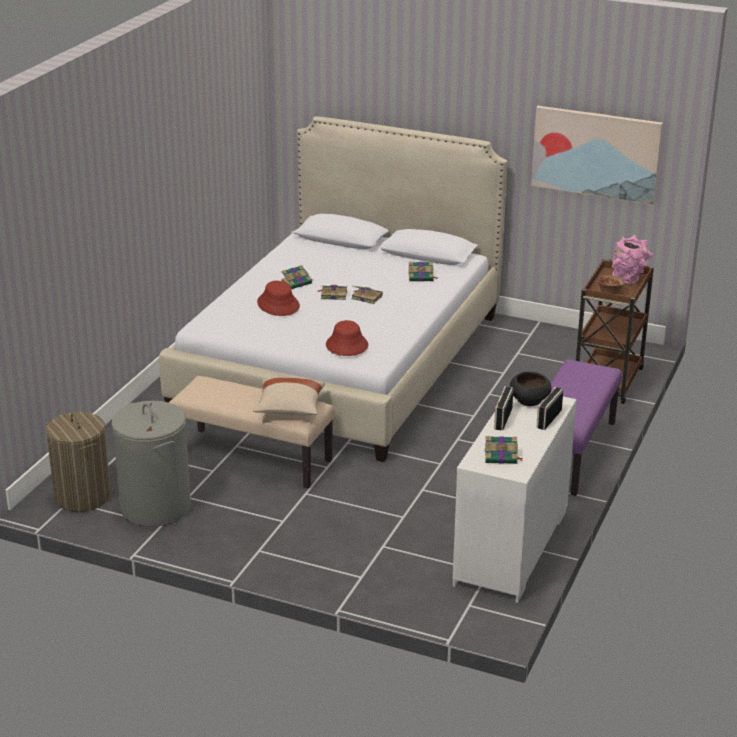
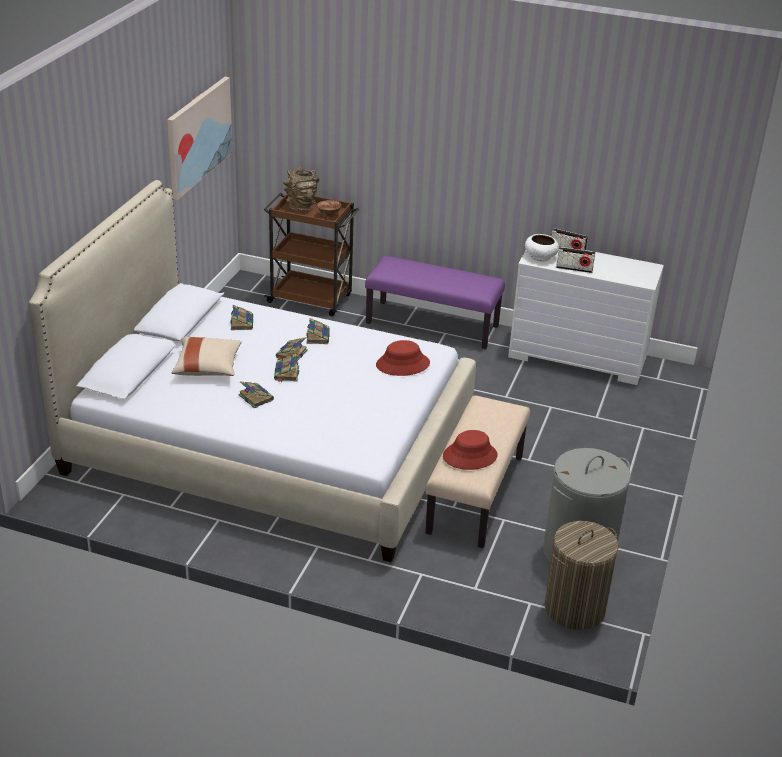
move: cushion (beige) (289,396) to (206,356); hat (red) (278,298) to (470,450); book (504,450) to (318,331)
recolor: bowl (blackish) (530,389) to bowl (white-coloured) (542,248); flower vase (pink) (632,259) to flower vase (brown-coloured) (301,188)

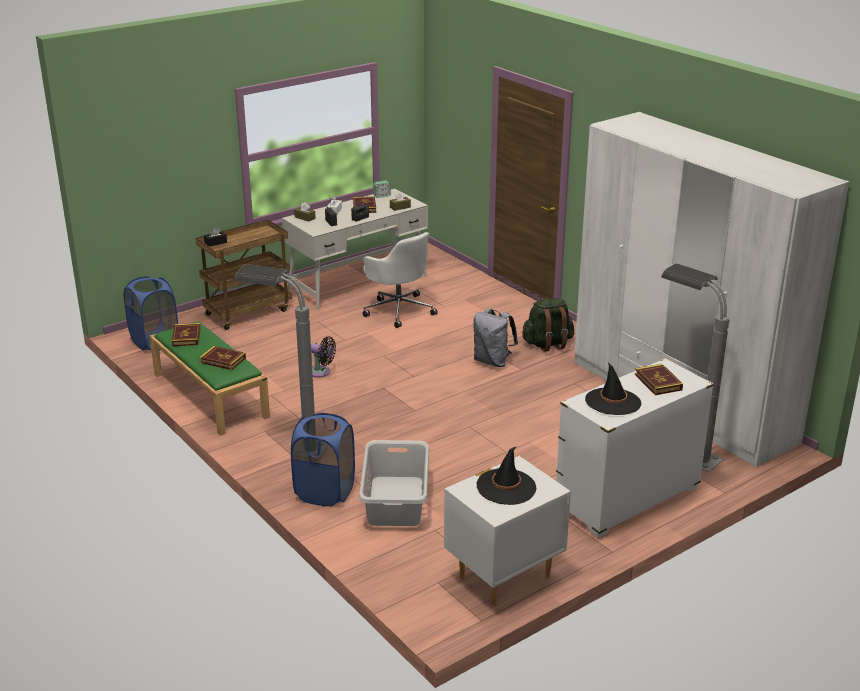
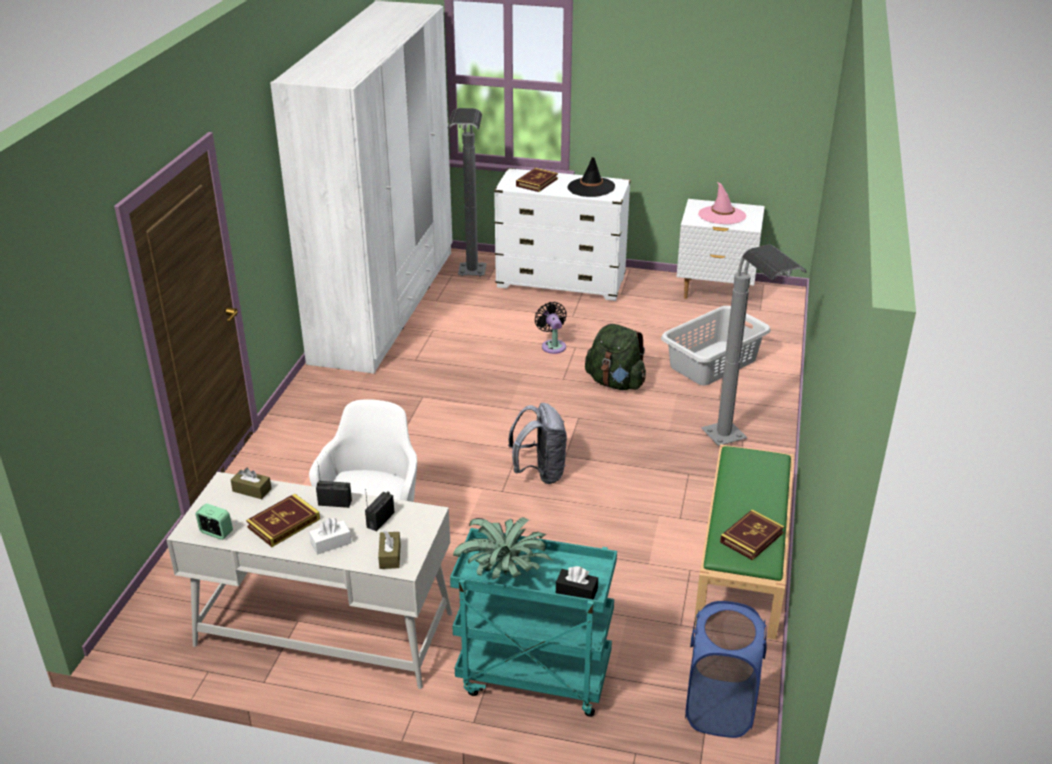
delete: book (222,358); laundry basket (blue) (323,459)
insert: houseplant (503,548)
move: fan (blackish) (323,357) to (551,328); knapsack (gray) (495,338) to (537,443); knapsack (greenish) (548,325) to (615,357)
recolor: trolley (brown-coloured) (244,274) to trolley (turquoise) (533,622); hat (blackish) (507,475) to hat (pink) (722,203)

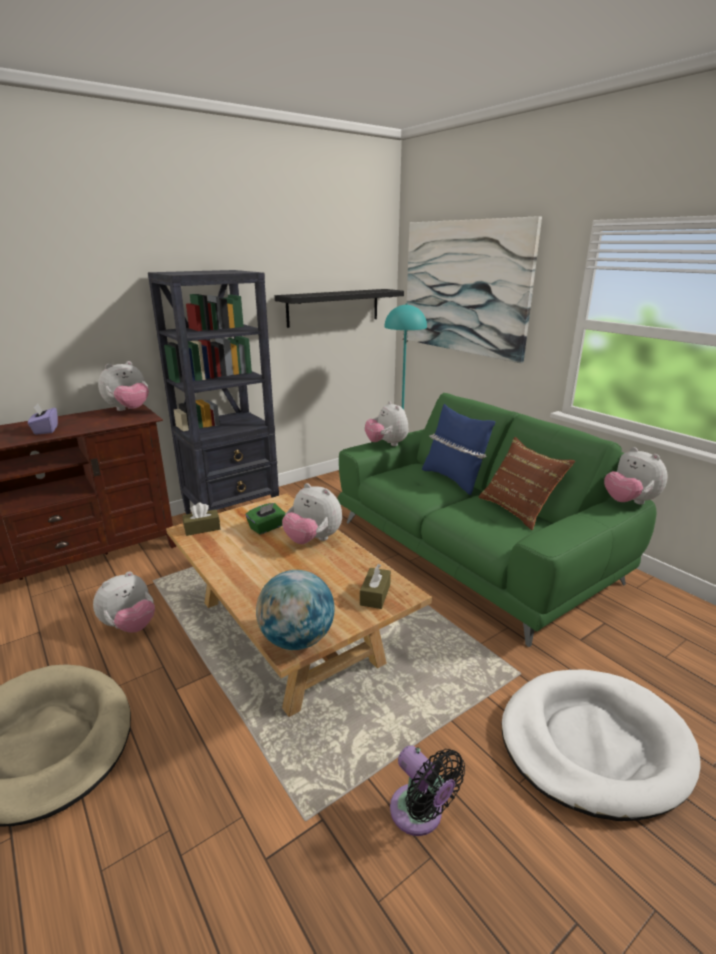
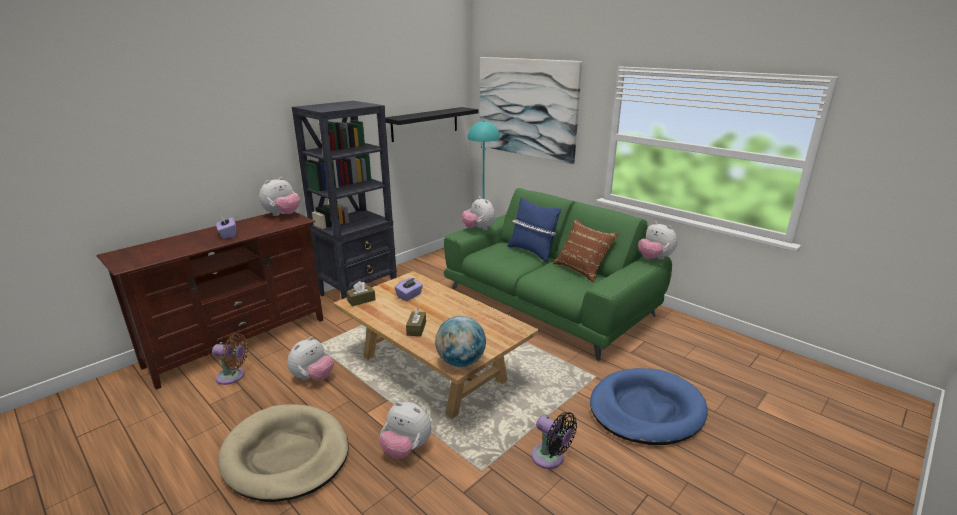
insert: fan (brown-coloured) (230,359)
move: plush toy (312,513) to (405,430); box of tissues (brown-coloured) (375,586) to (416,322)
recolor: box of tissues (greenish) (266,518) to box of tissues (purplish) (409,289); pet bed (white-coloured) (601,745) to pet bed (blue) (649,406)

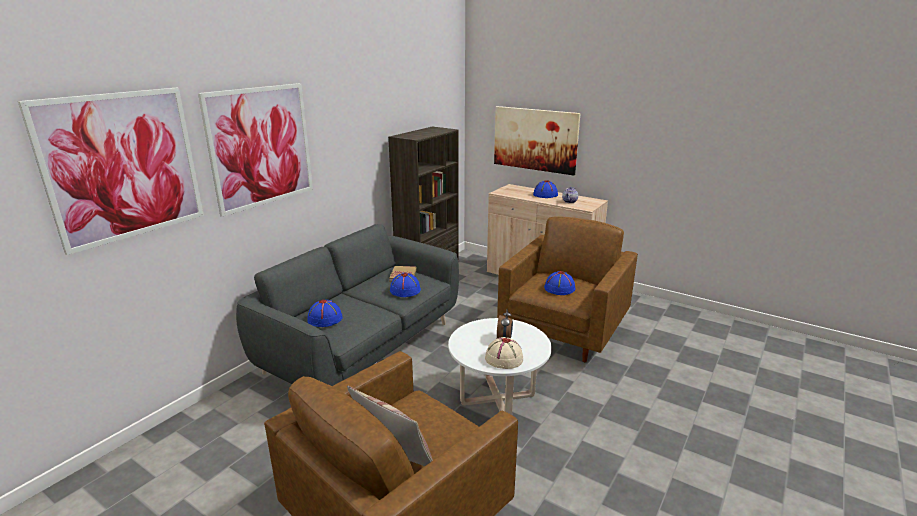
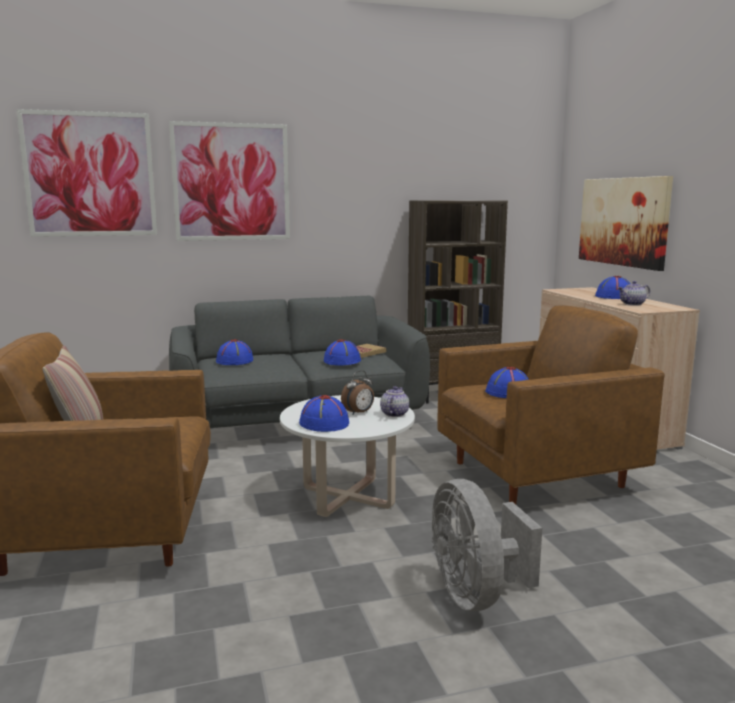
insert: teapot (394,401); fan (gray) (486,545)
recolor: hat (beige) (504,353) to hat (blue) (324,413)

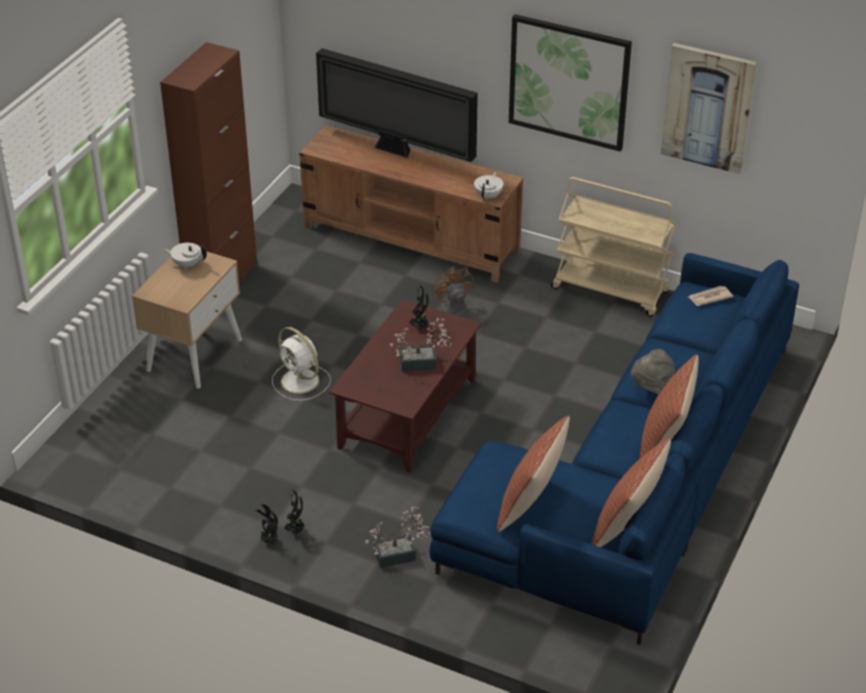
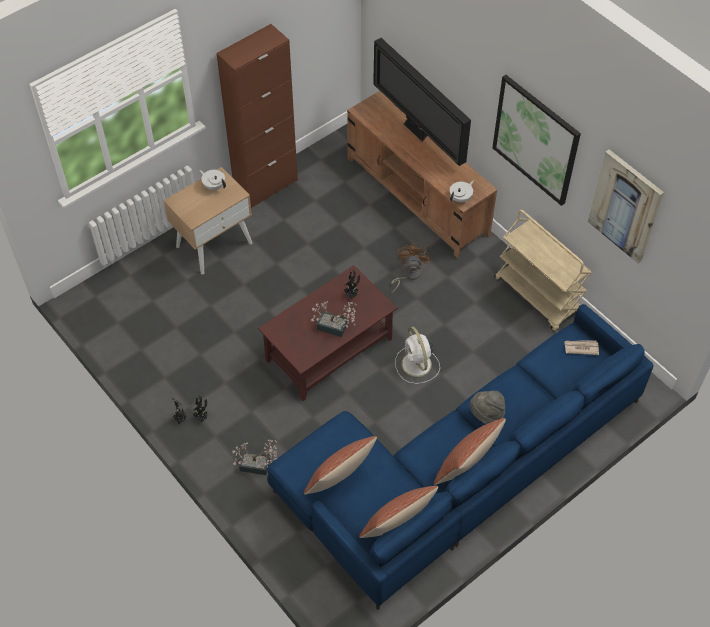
move: fan (white-coloured) (301,364) to (417,355)

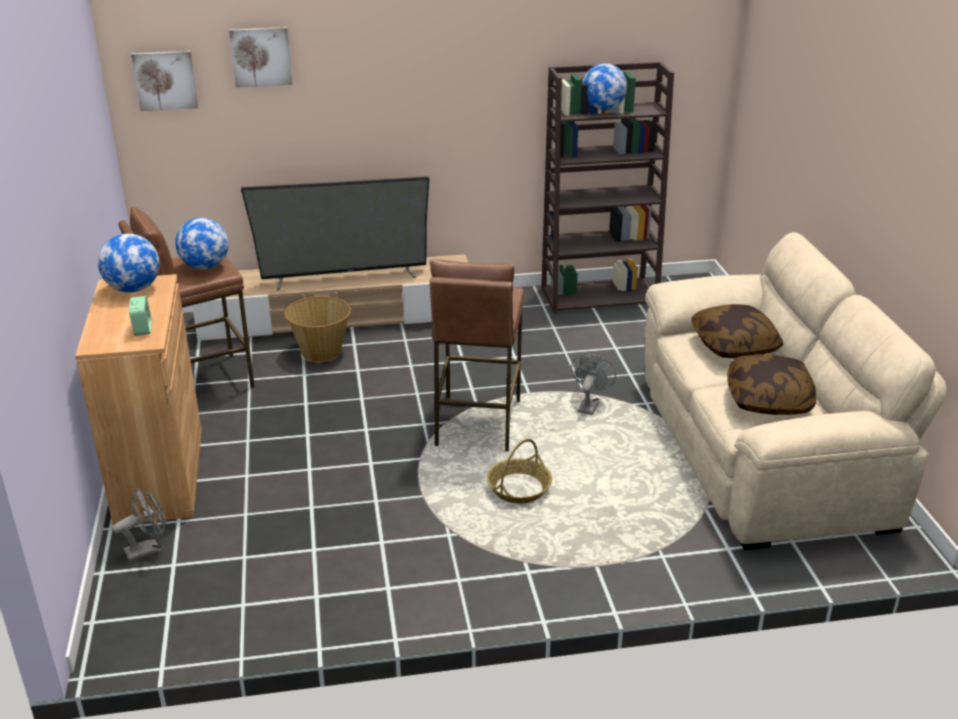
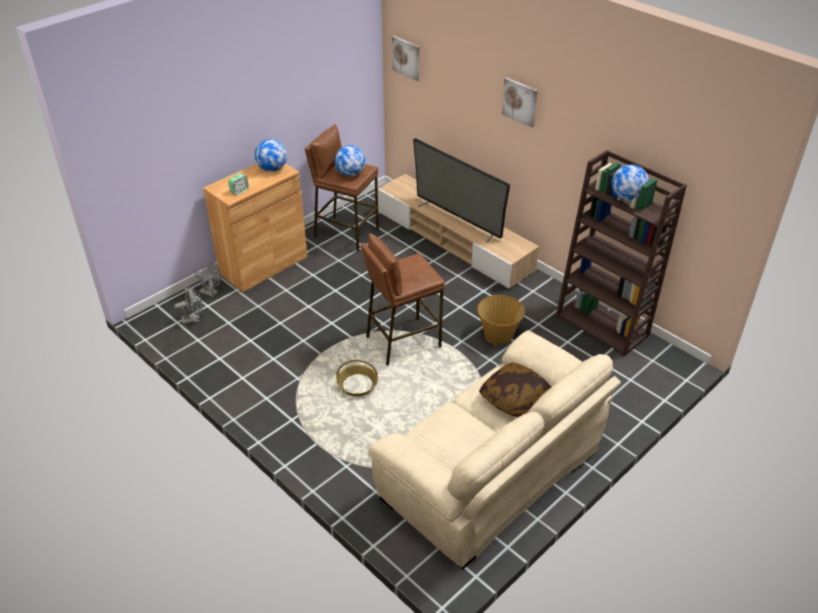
delete: cushion (771,384)
move: wall art (260,57) to (520,102); household basket (317,329) to (501,320); fan (gray) (593,384) to (188,305)

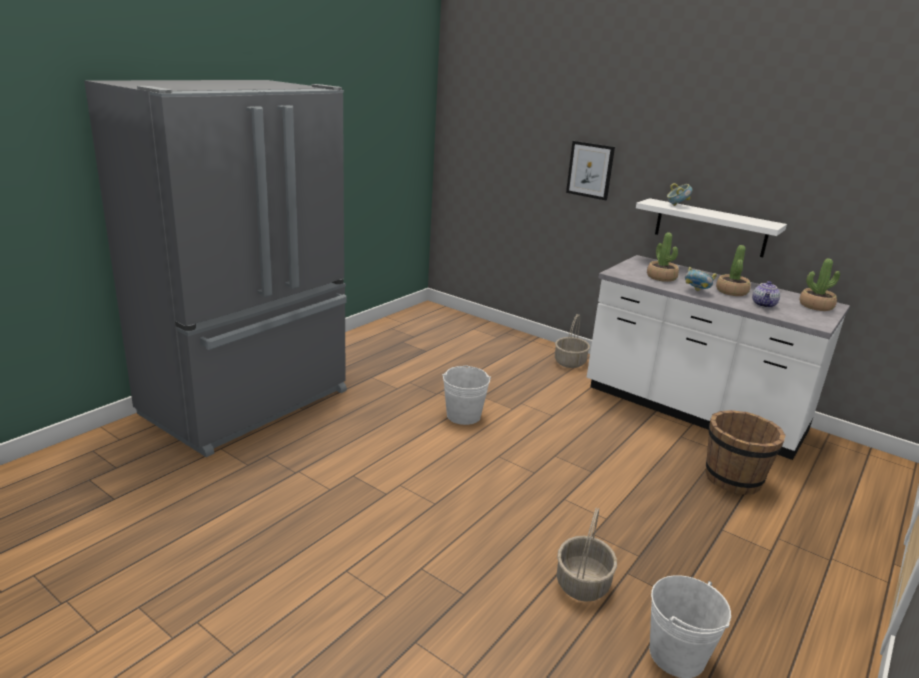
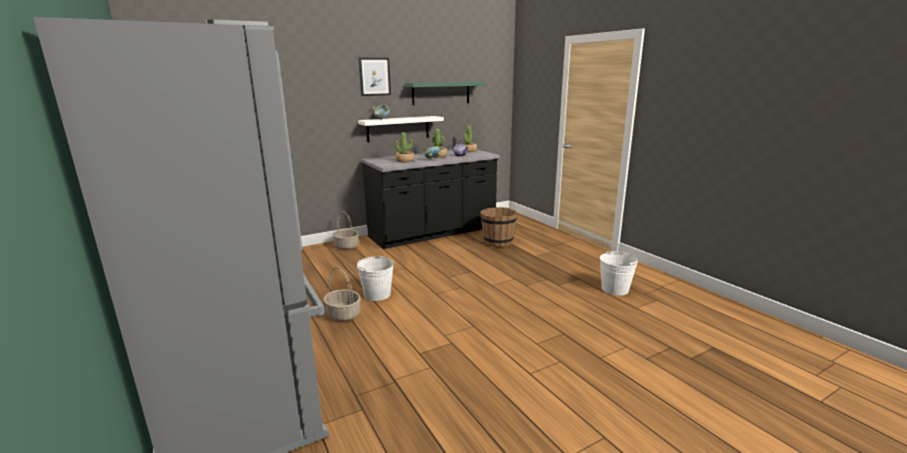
insert: wall shelf (greenish) (444,93)
move: household basket (587,555) to (342,294); wall art (590,170) to (375,77)
recolor: kitchen counter (white-coloured) (718,357) to kitchen counter (blackish) (431,199)

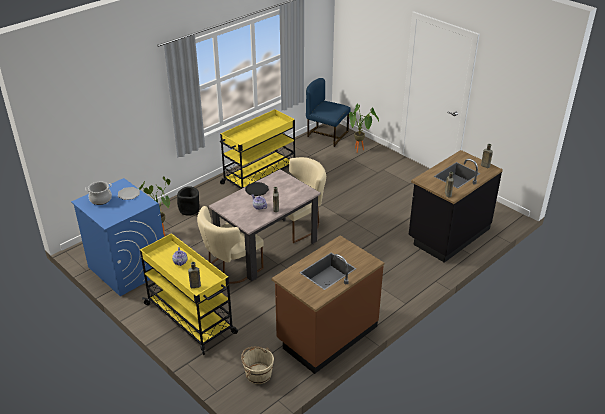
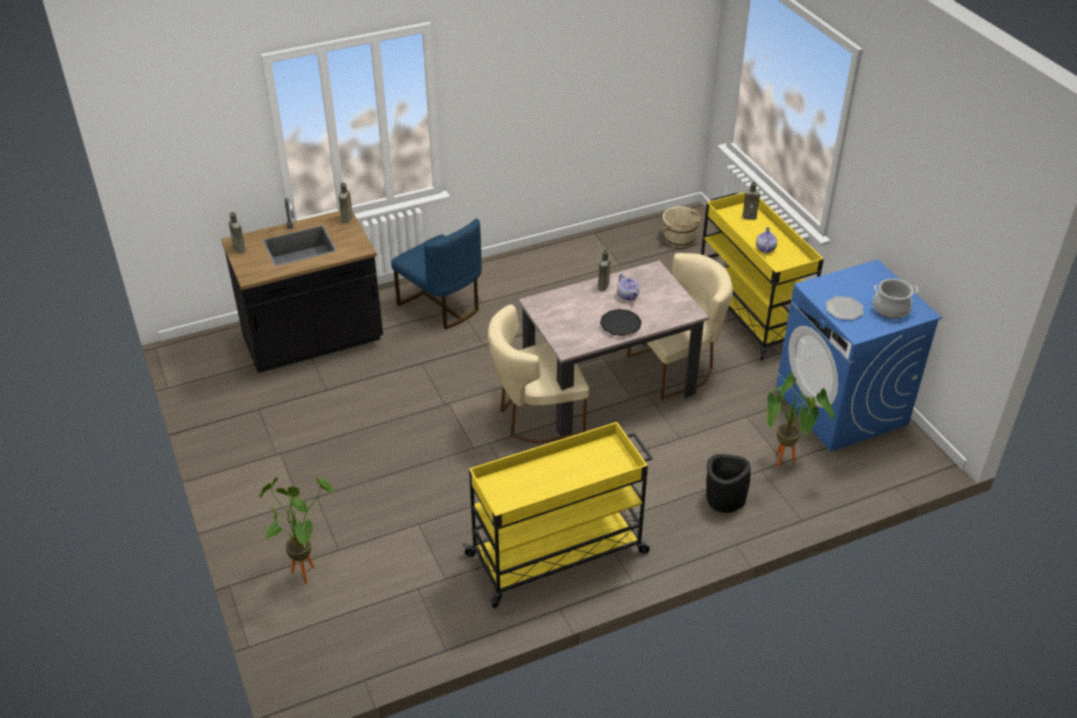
delete: kitchen counter (brown-coloured) (328,305)
move: plain chair (blue) (328,112) to (436,274)

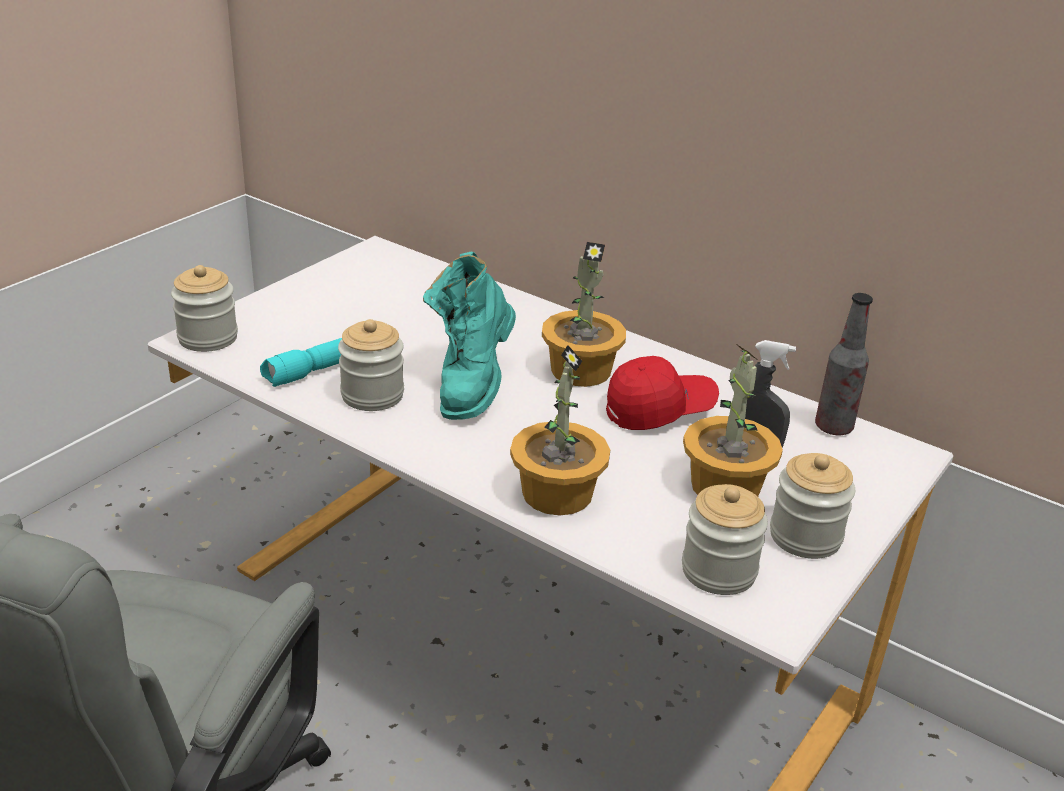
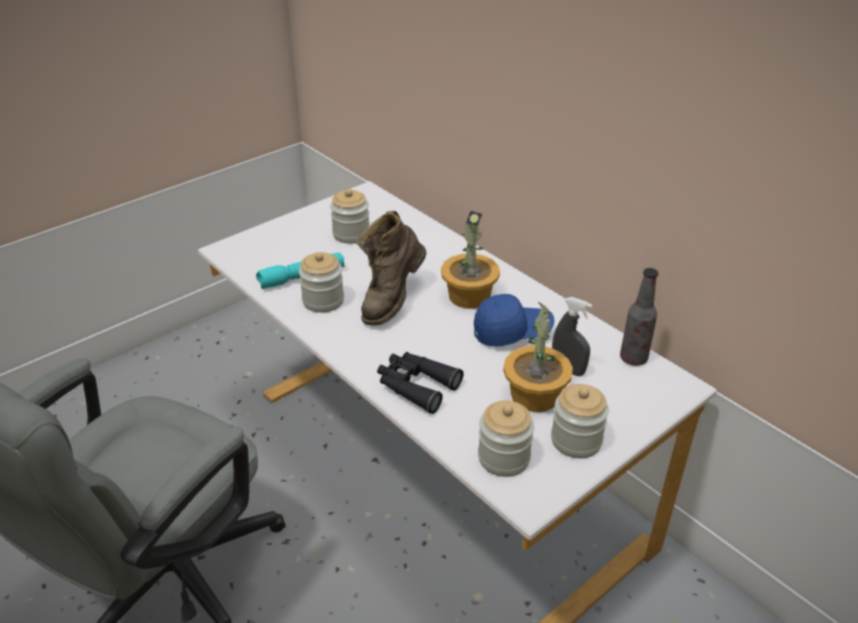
move: preserve jar (204,308) to (349,216)
replace: houseplant (560,430) to field glasses (blackish) (420,383)
recolor: tall boot (turquoise) (469,336) to tall boot (brown-coloured) (391,268); peaked cap (red) (662,393) to peaked cap (blue) (514,320)

